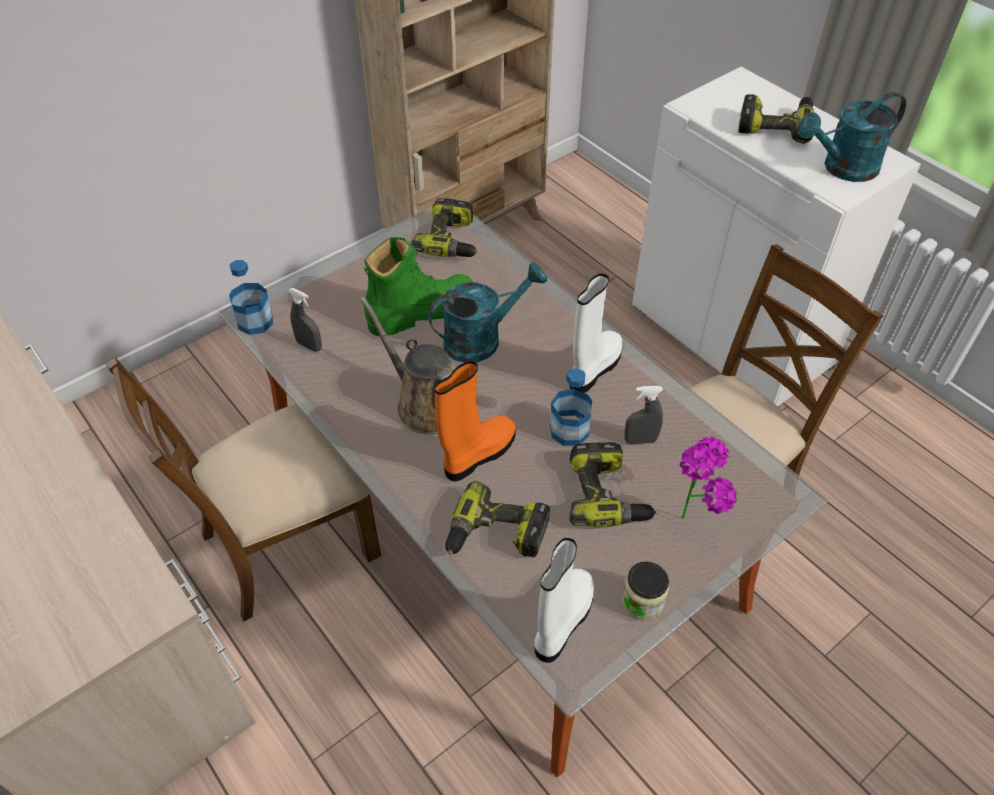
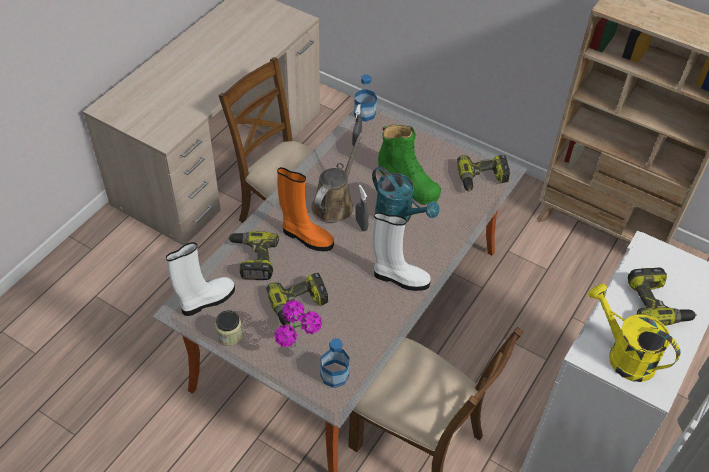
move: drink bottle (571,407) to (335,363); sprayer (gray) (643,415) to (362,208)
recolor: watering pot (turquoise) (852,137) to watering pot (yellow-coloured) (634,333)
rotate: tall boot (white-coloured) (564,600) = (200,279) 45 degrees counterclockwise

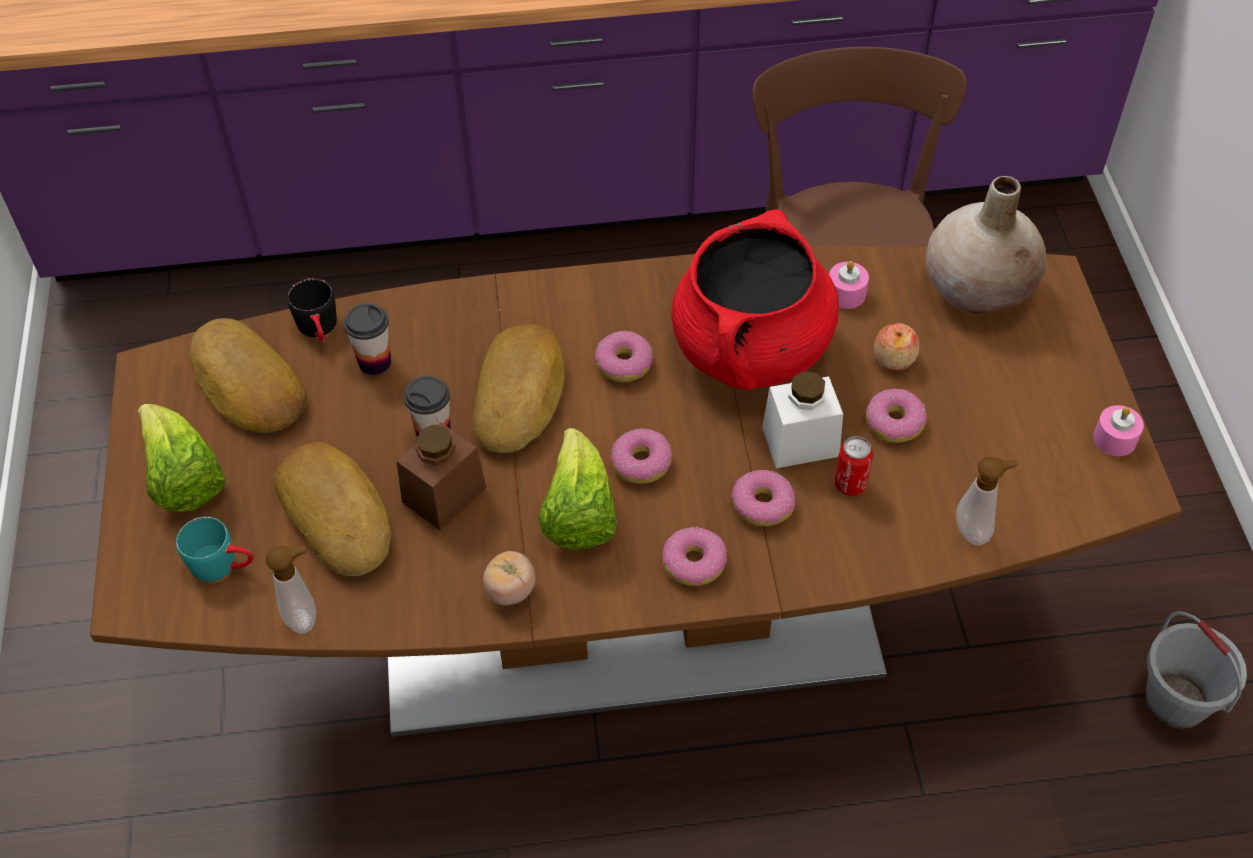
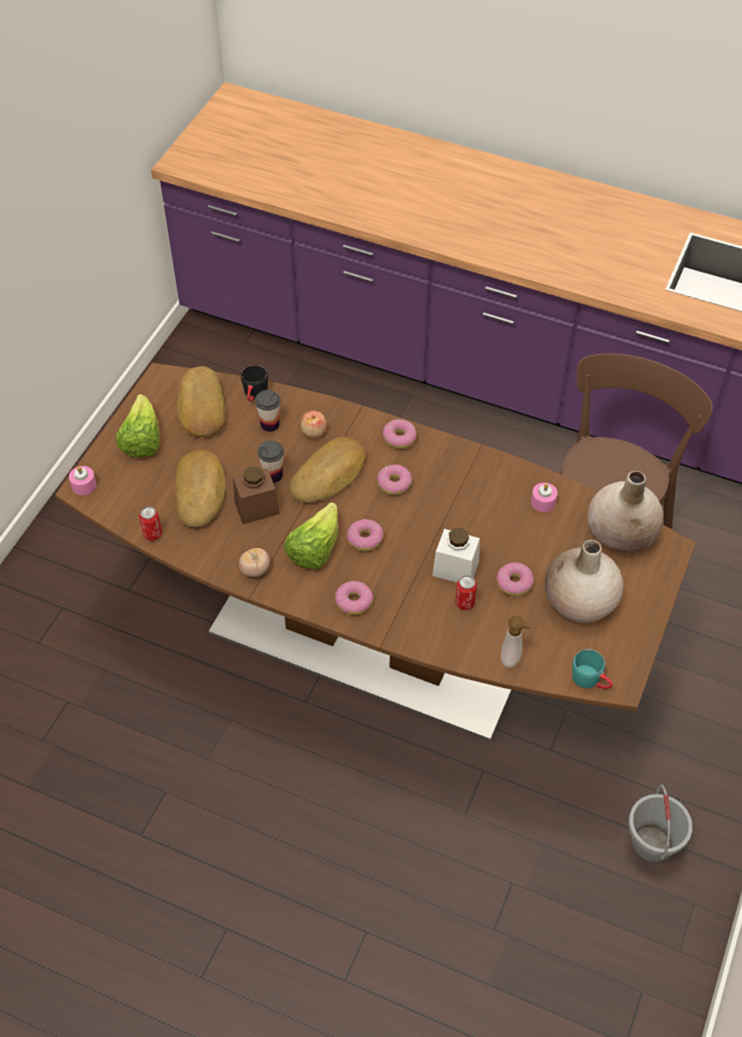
delete: cooking pot (red) (755,299)
insert: flower vase (beige) (584,581)
move: mug (turquoise) (214,549) to (592,669); doughnut (763,497) to (399,434); apple (897,346) to (314,424); candle (pink) (1118,430) to (82,480)
replace: liquid soap bottle (291,589) to metal can (150,523)

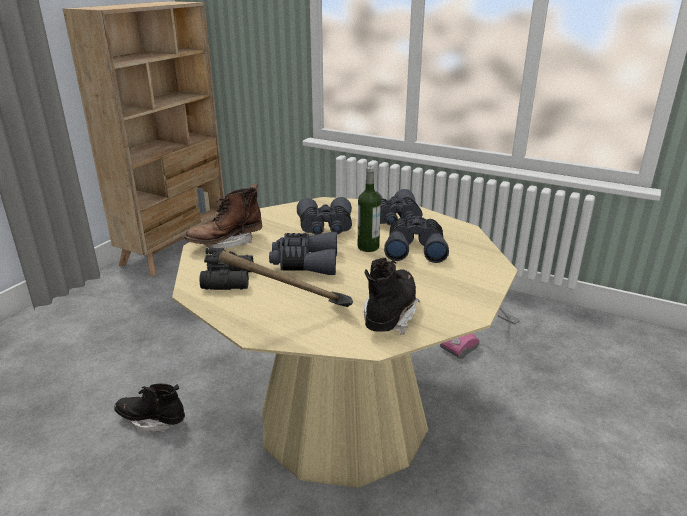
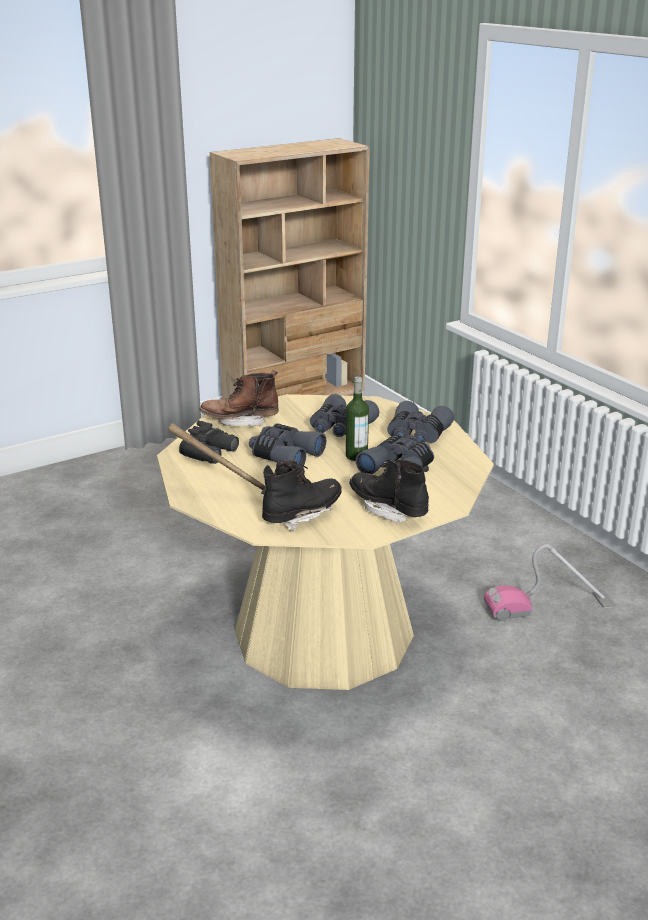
move: tall boot (blackish) (149,408) to (389,491)

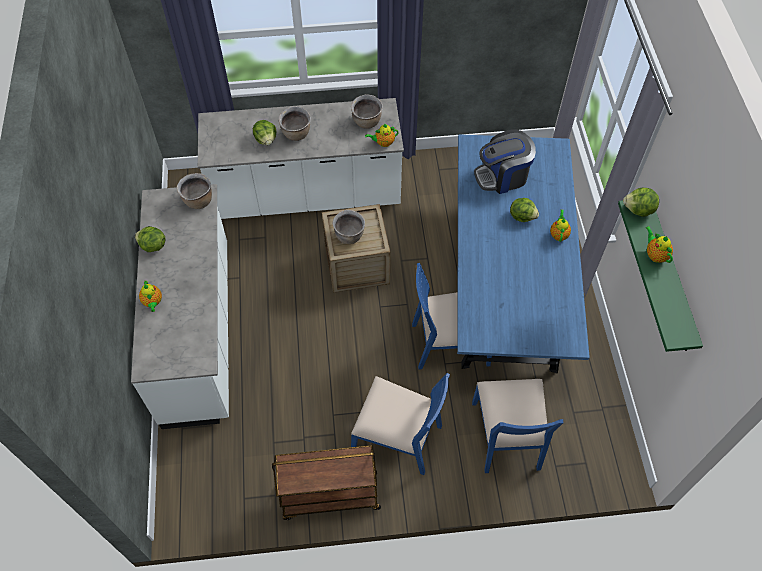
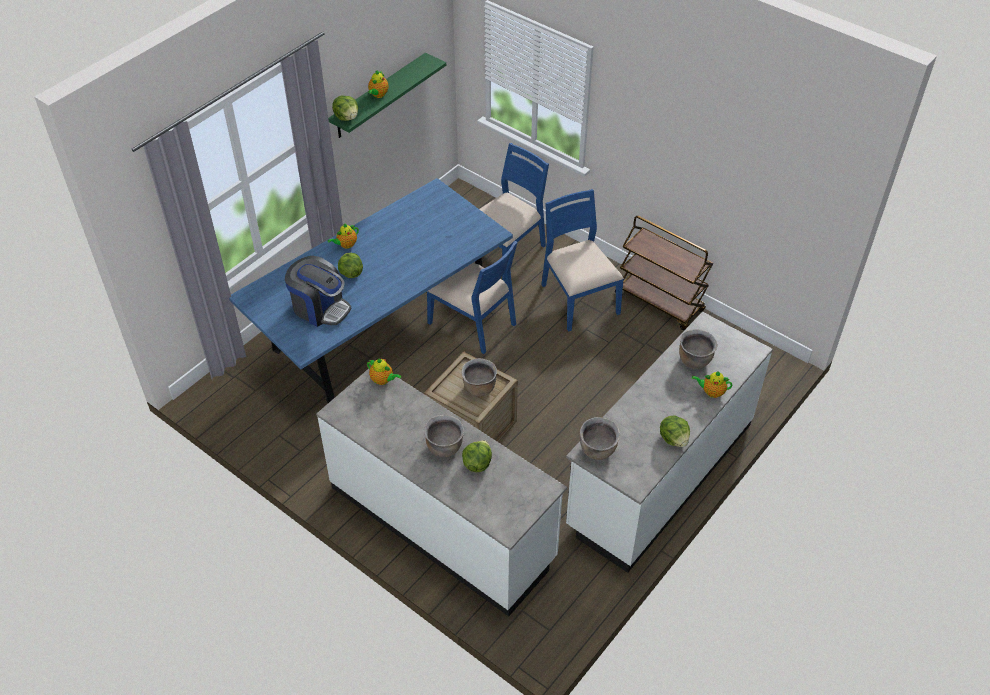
move: cooking pot (brown-coloured) (367,111) to (698,349)
rotate: teapot (150,296) = (712,384) 105 degrees counterclockwise

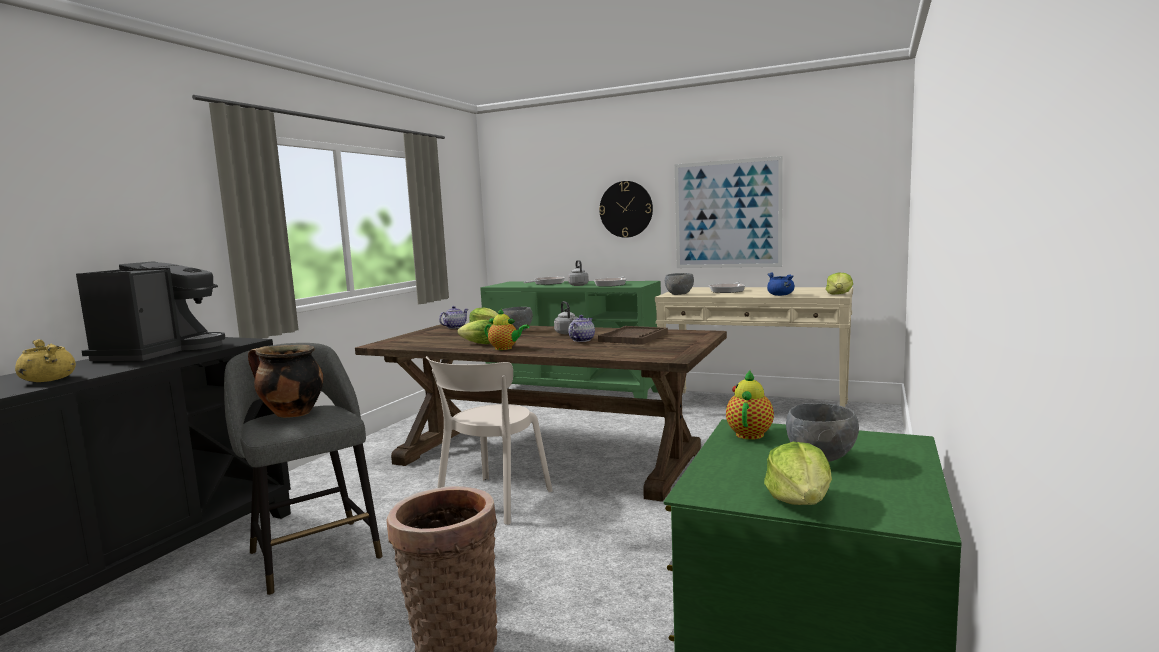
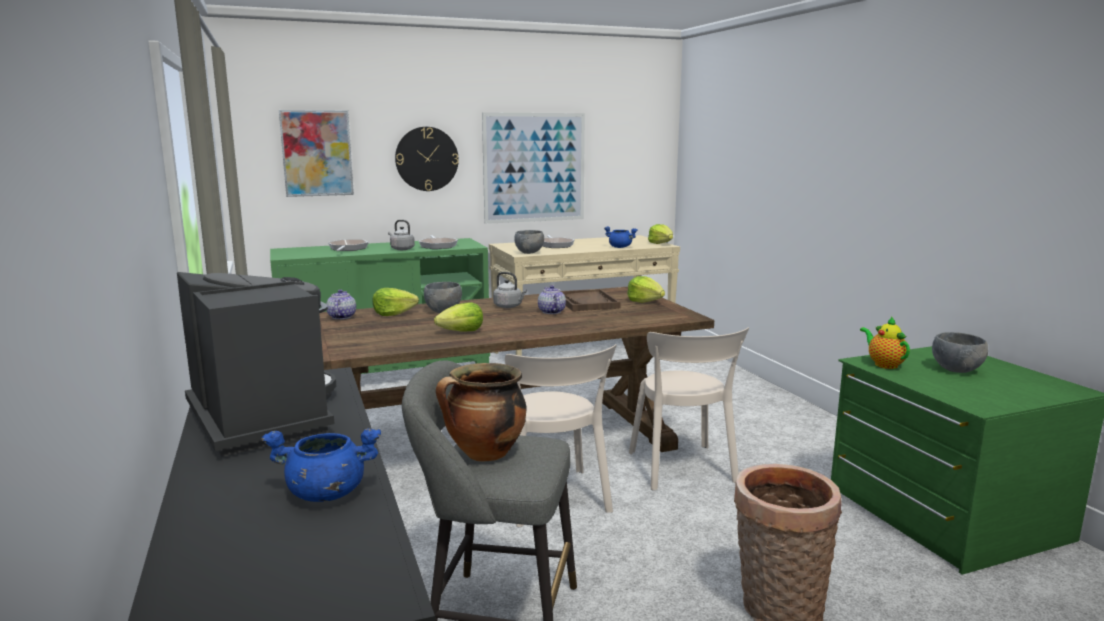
delete: teapot (507,329)
insert: wall art (316,153); plain chair (beige) (689,408)
move: head of lettuce (798,473) to (646,289)
recolor: cooking pot (yellow-coloured) (45,360) to cooking pot (blue) (321,465)

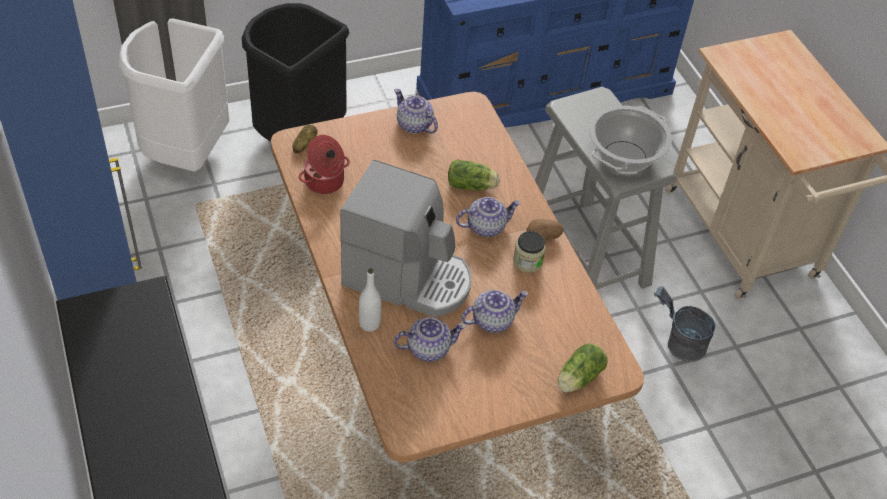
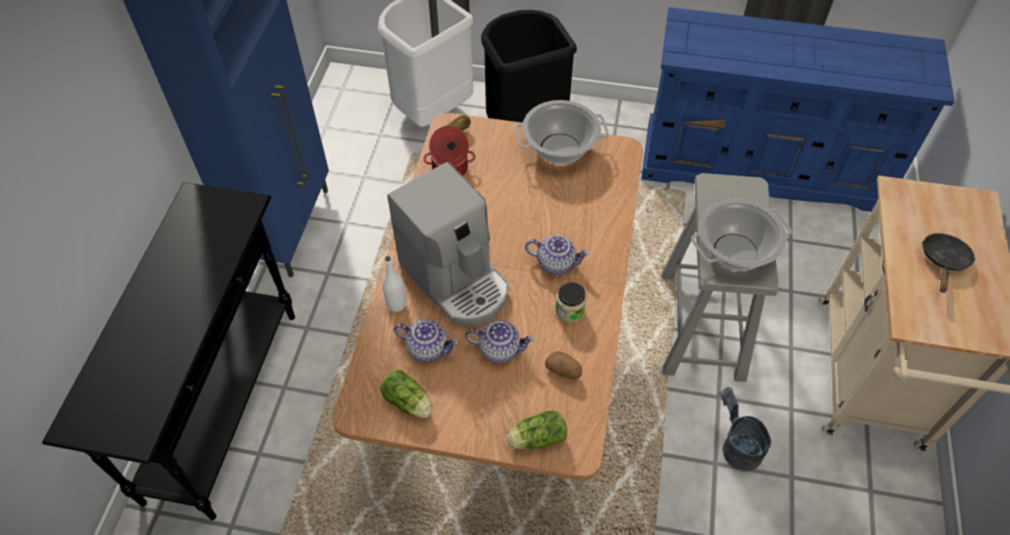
insert: frying pan (blackish) (949,263)
move: head of lettuce (474,175) to (406,394); potato (544,229) to (563,365)
replace: teapot (416,111) to cooking pot (562,132)

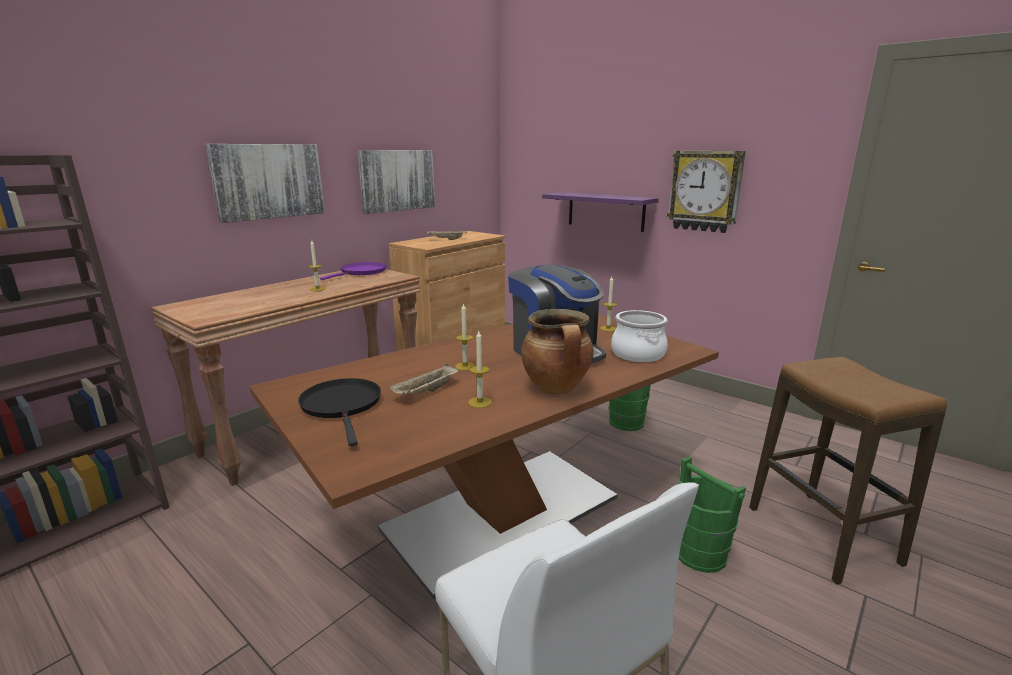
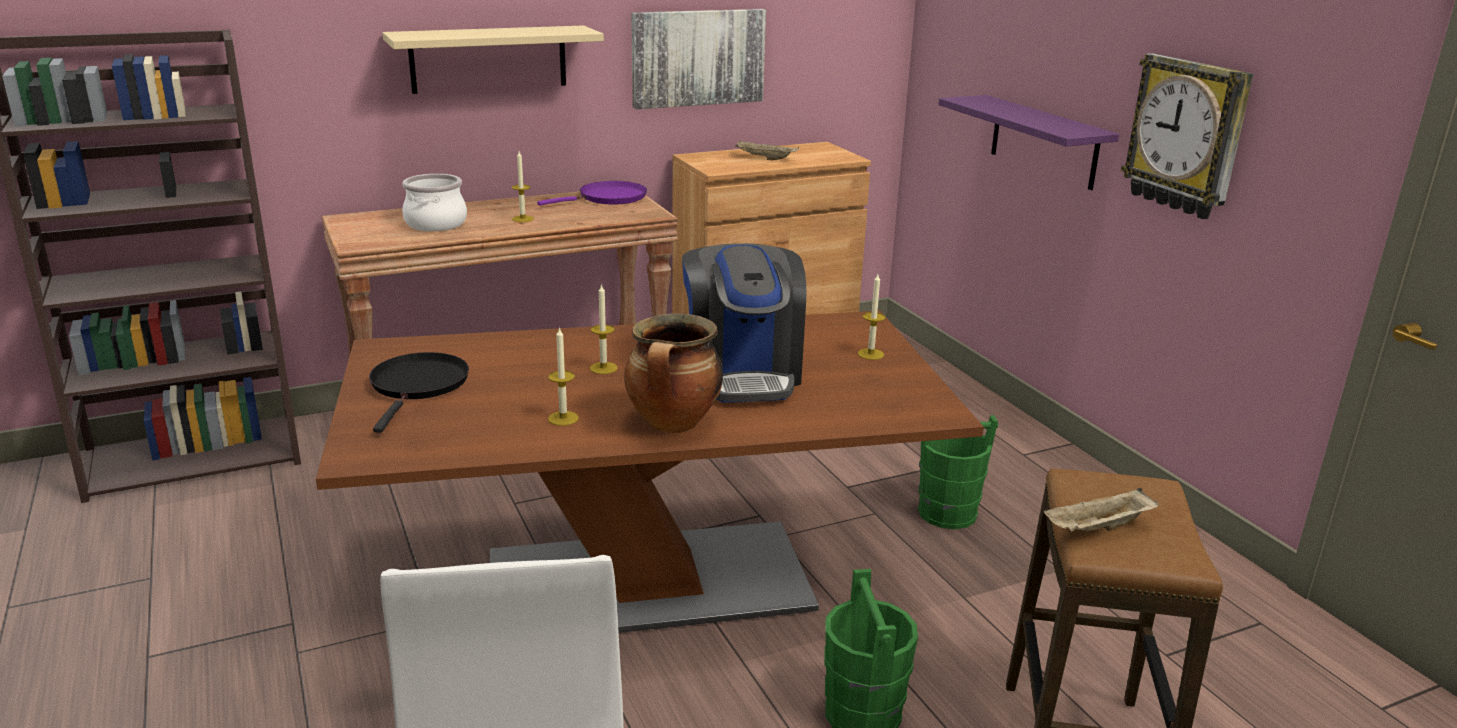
move: tray (beige) (424,379) to (1101,510); cooking pot (639,336) to (434,202)
replace: wall art (265,183) to wall shelf (beige) (493,59)

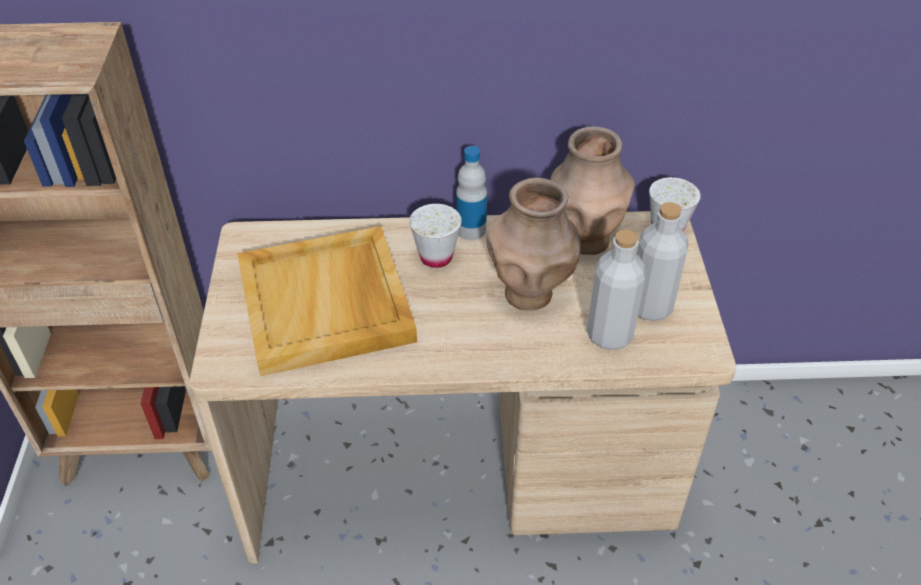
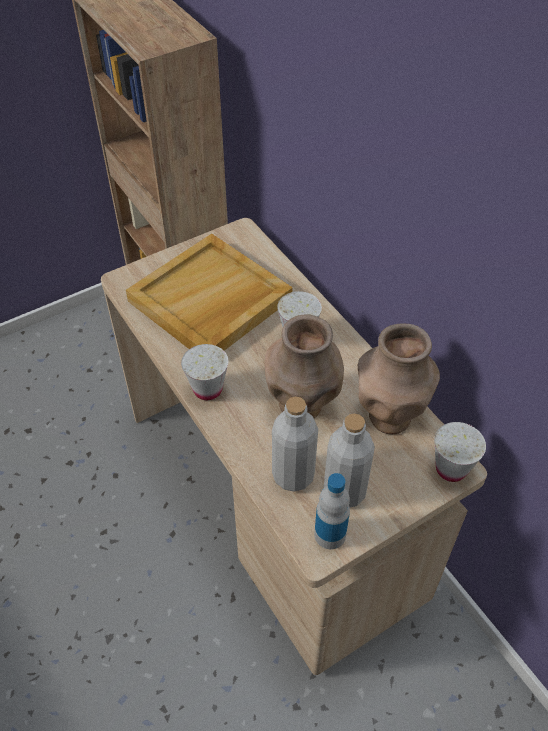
insert: small cup (white-coloured) (204,372)
move: drink bottle (471,193) to (332,511)

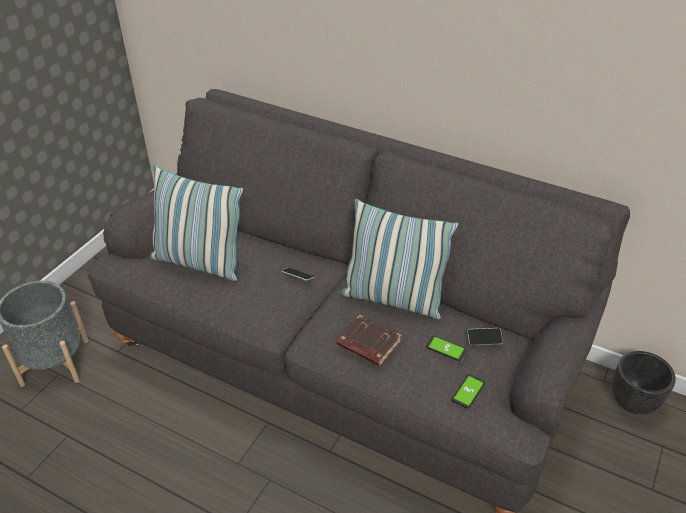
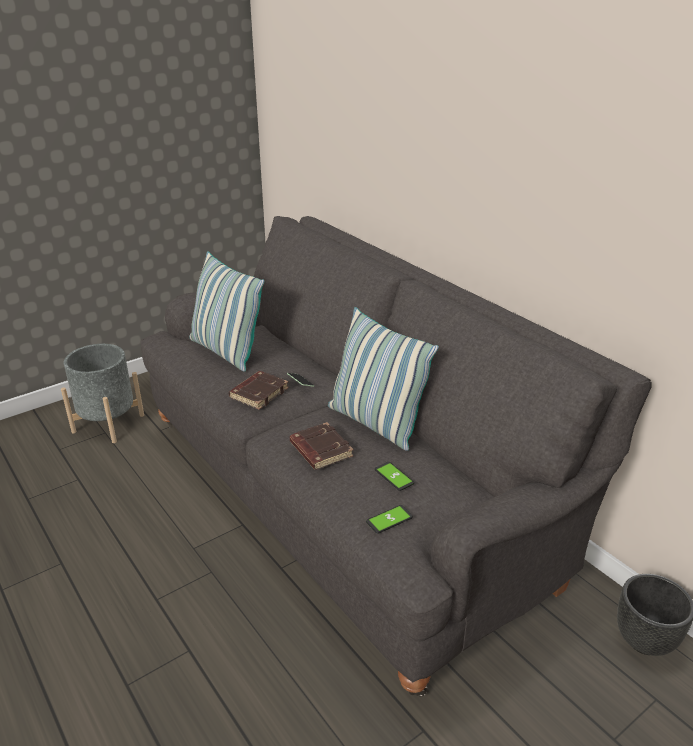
delete: handset (485,337)
insert: book (brown-coloured) (259,390)

